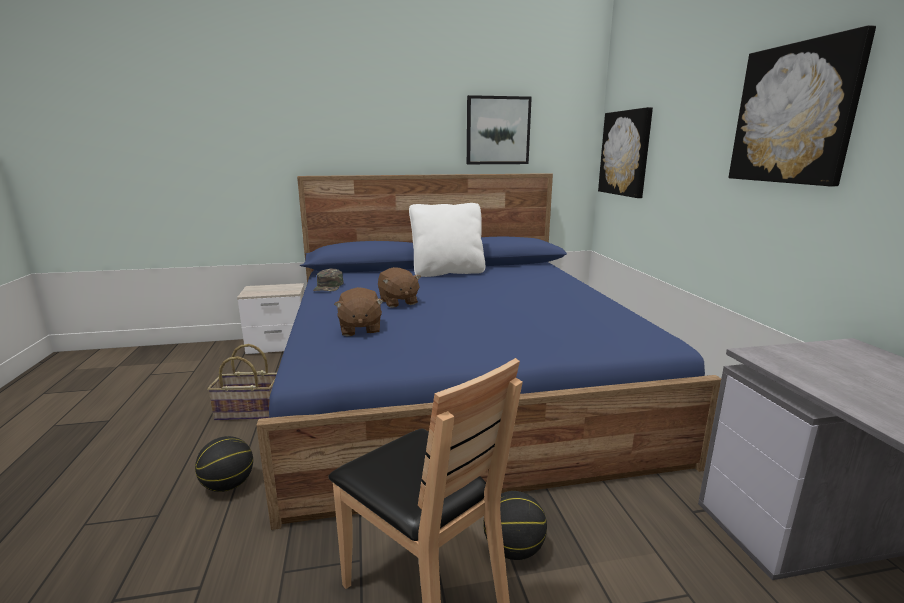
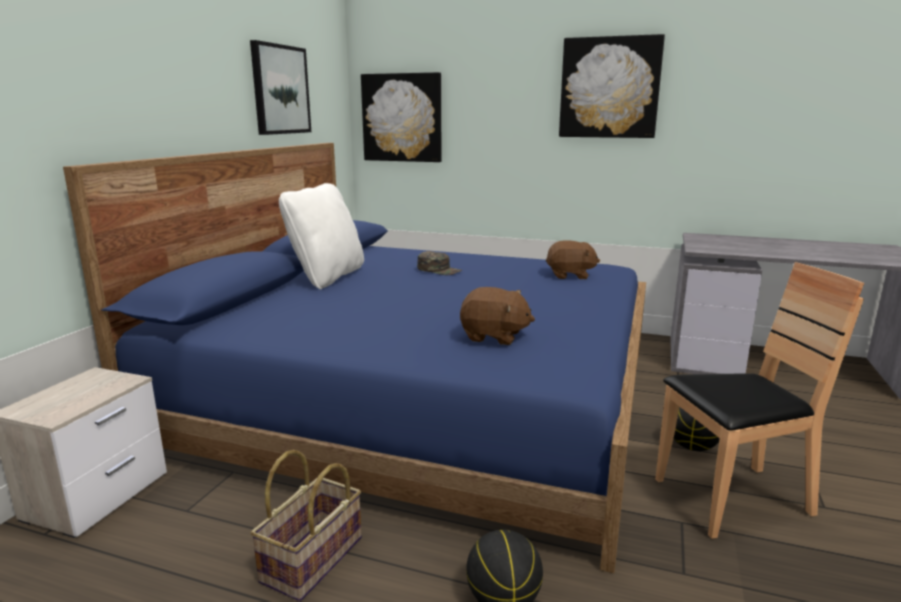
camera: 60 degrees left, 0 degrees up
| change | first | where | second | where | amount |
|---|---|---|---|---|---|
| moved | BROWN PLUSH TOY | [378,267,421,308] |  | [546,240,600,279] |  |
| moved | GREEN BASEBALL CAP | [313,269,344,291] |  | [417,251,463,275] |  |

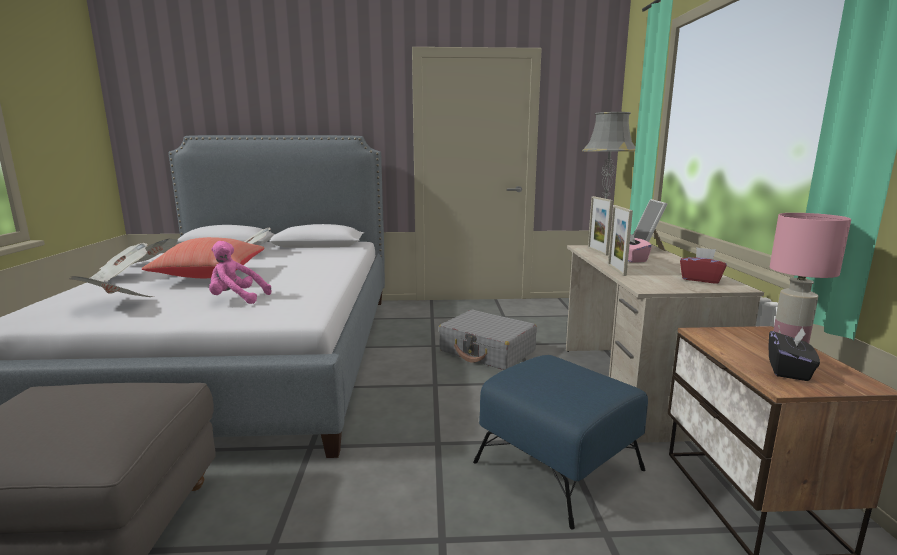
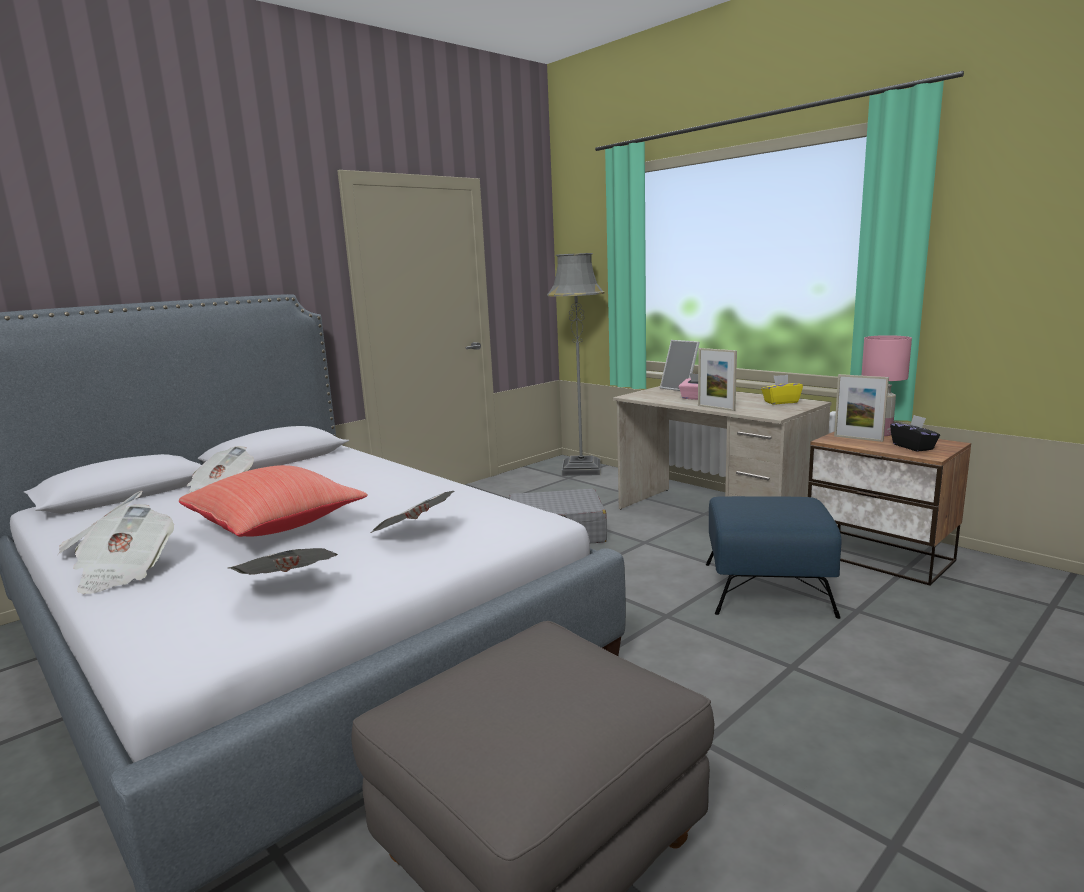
camera: 40 degrees left, 0 degrees up
| change | first | where | second | where | amount |
|---|---|---|---|---|---|
| moved | PHOTO FRAME | [588,196,613,256] |  | [834,374,889,442] |  |
| replaced | PINKISH PLUSH TOY | [209,241,272,304] | PRINTED PAPER | [370,491,454,533] |  |
| recoloured | REDDISH BOX OF TISSUES | [680,247,727,284] | YELLOWISH BOX OF TISSUES | [761,375,803,404] |  |

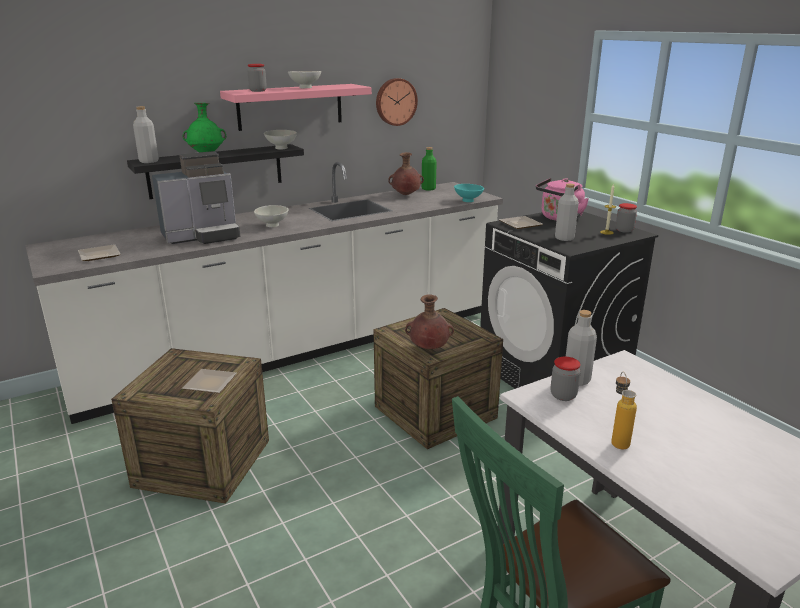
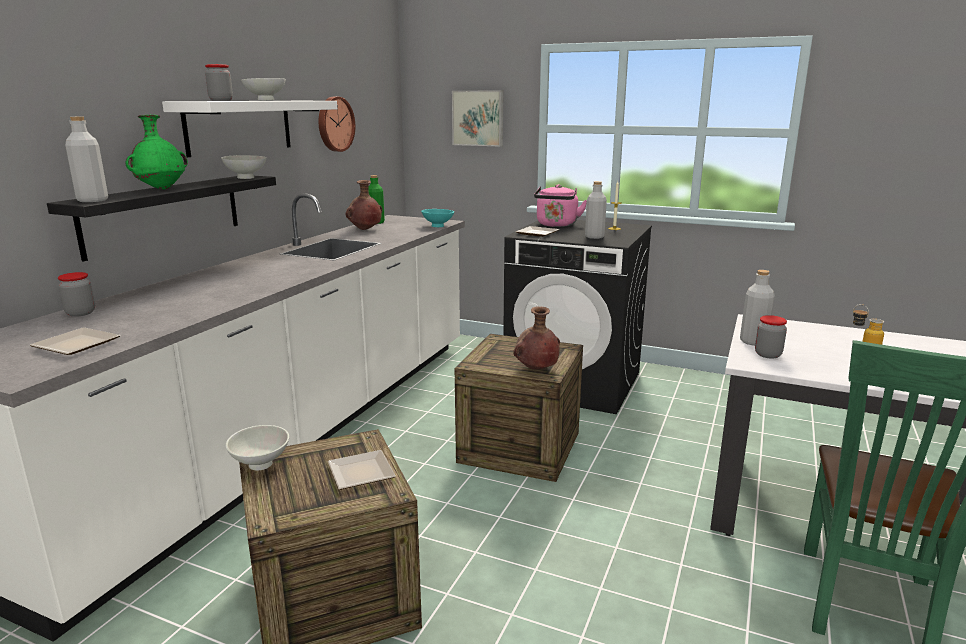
camera: 35 degrees left, 5 degrees down
| change | first | where | second | where | amount |
|---|---|---|---|---|---|
| recoloured | PINKISH SHELF | [220,84,372,131] | WHITE SHELF | [162,101,337,157] |  |
| removed | COFFEE MAKER | [152,151,240,244] |  |  |  |
| moved | STORAGE JAR | [616,203,637,233] |  | [58,272,95,317] |  |
| moved | WHITE SERVING BOWL | [254,205,289,227] |  | [226,425,289,470] |  |
| added |  |  | WALL ART | [452,91,503,147] |  |

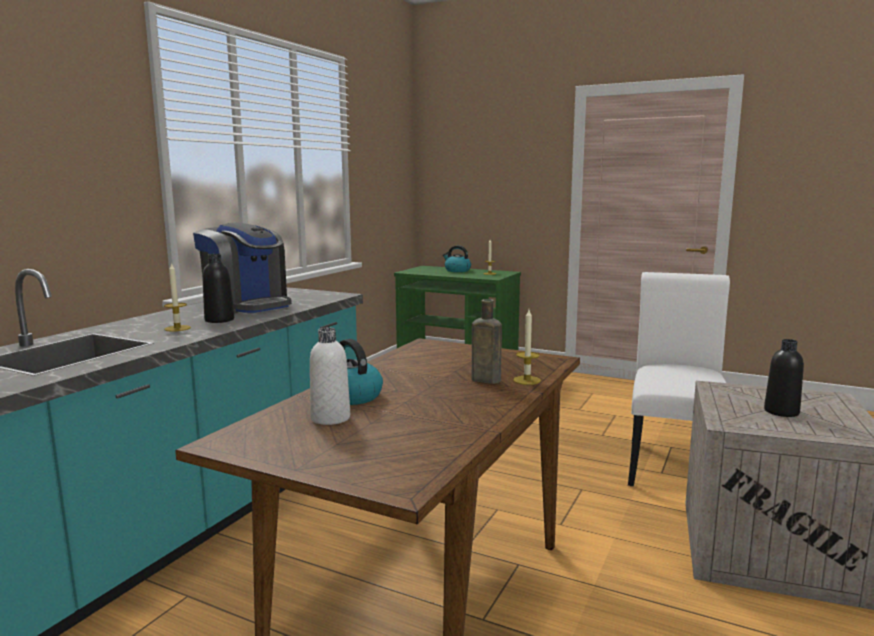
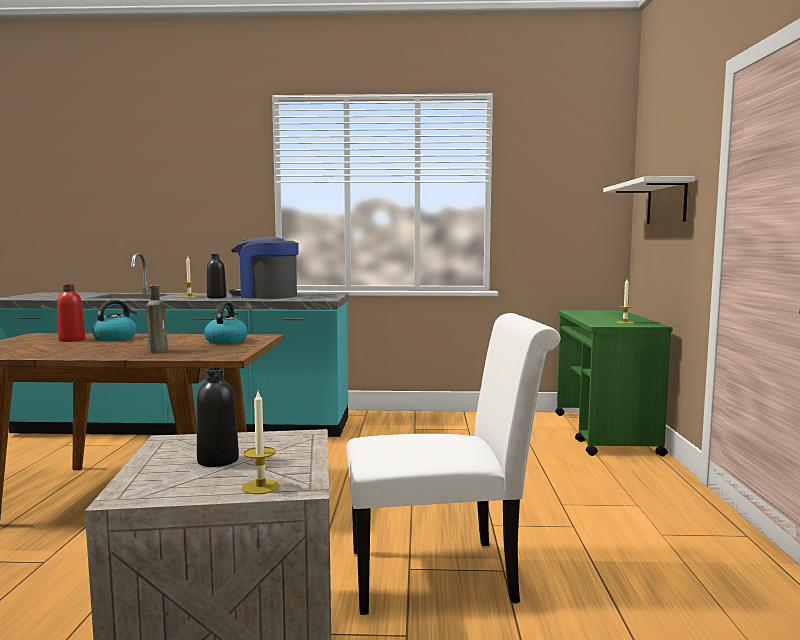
camera: 65 degrees right, 5 degrees down
| change | first | where | second | where | amount |
|---|---|---|---|---|---|
| turned | COFFEE MAKER | [193,223,292,313] |  | [229,237,299,299] | 90 degrees clockwise |
| moved | WATER KETTLE | [443,245,471,272] |  | [204,302,248,344] |  |
| moved | WAX LIGHT | [513,310,541,385] |  | [242,391,279,495] |  |
| recoloured | WHITE DRINK BOTTLE | [310,328,350,425] | REDDISH DRINK BOTTLE | [57,284,85,342] |  |
| added |  |  | WHITE SHELF | [603,176,695,224] |  |

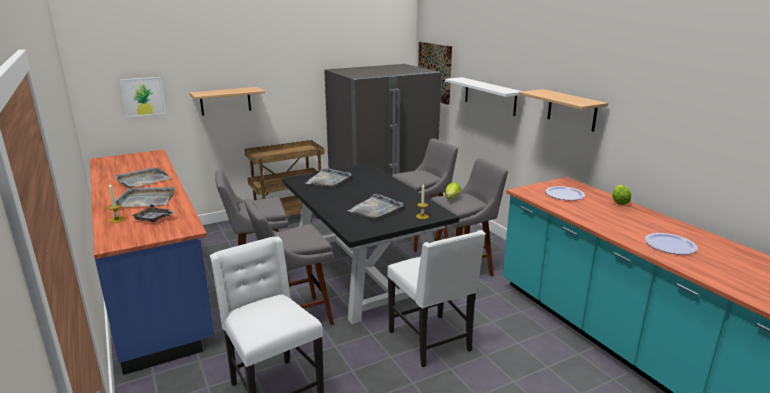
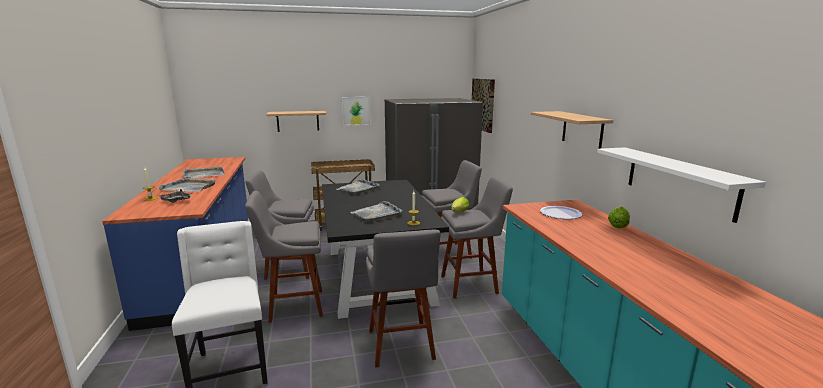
camera: 15 degrees right, 5 degrees down
| change | first | where | second | where | amount |
|---|---|---|---|---|---|
| moved | WALL ART | [120,77,166,117] |  | [342,97,371,126] |  |
| moved | WHITE SHELF | [445,77,523,116] |  | [597,147,766,223] |  |
| replaced | WHITE CHAIR | [387,230,486,367] | GREY STOOL | [366,230,440,368] |  |
| removed | DINNER PLATE | [645,233,698,255] |  |  |  |

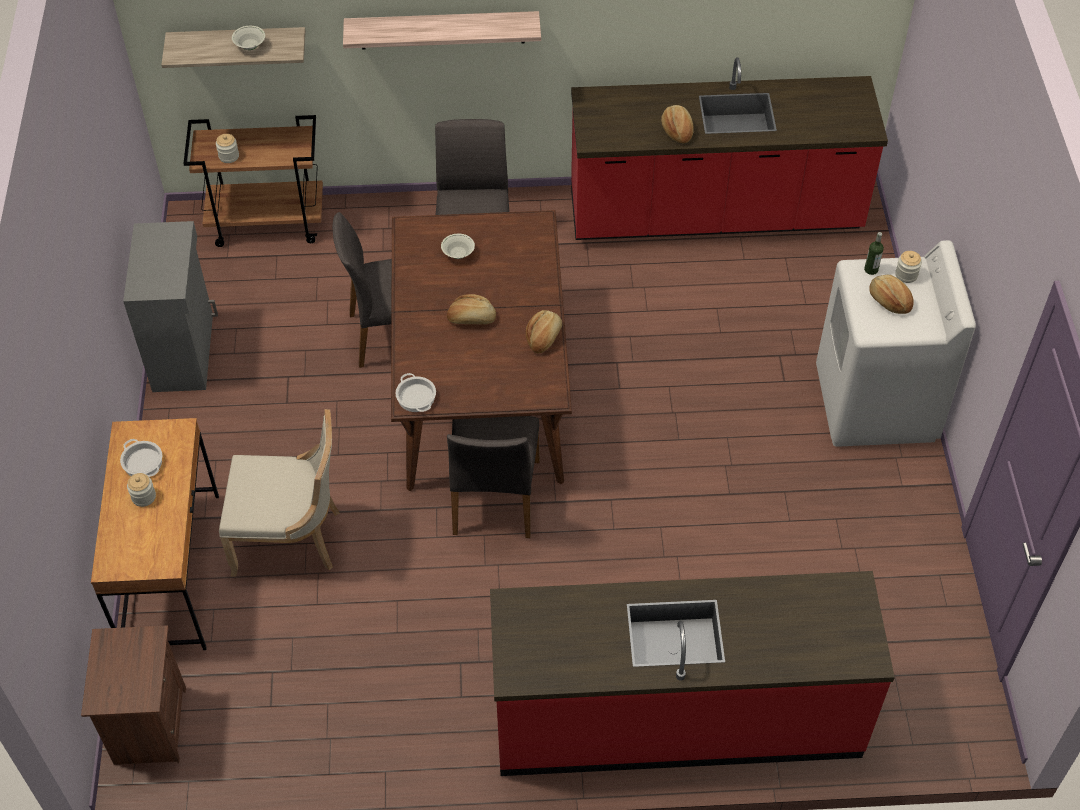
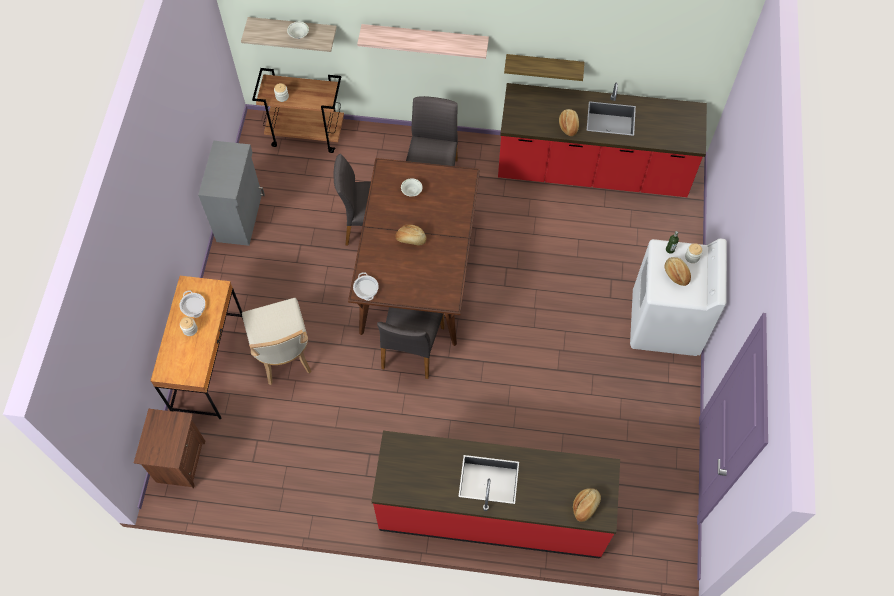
camera: 10 degrees right, 10 degrees up
| change | first | where | second | where | amount |
|---|---|---|---|---|---|
| moved | BREAD | [526,310,562,354] |  | [573,488,601,522] |  |
| turned | BEIGE-COLOURED CHAIR | [219,409,340,577] |  | [242,298,312,385] | 60 degrees clockwise |
| added |  |  | SHELF | [504,54,585,81] |  |

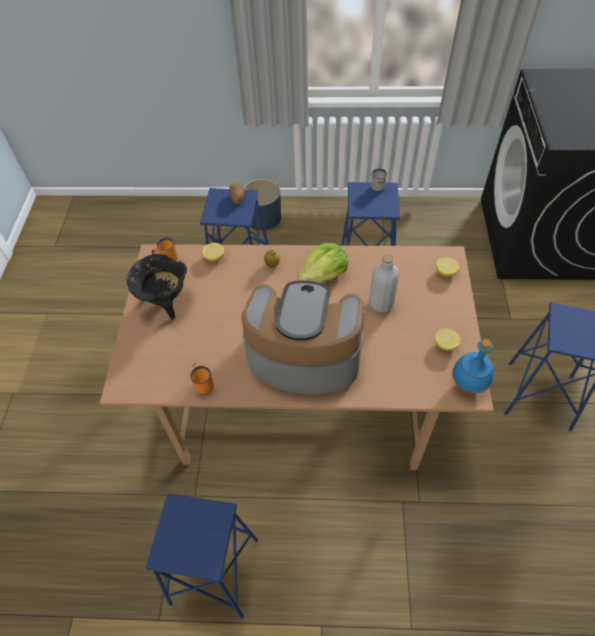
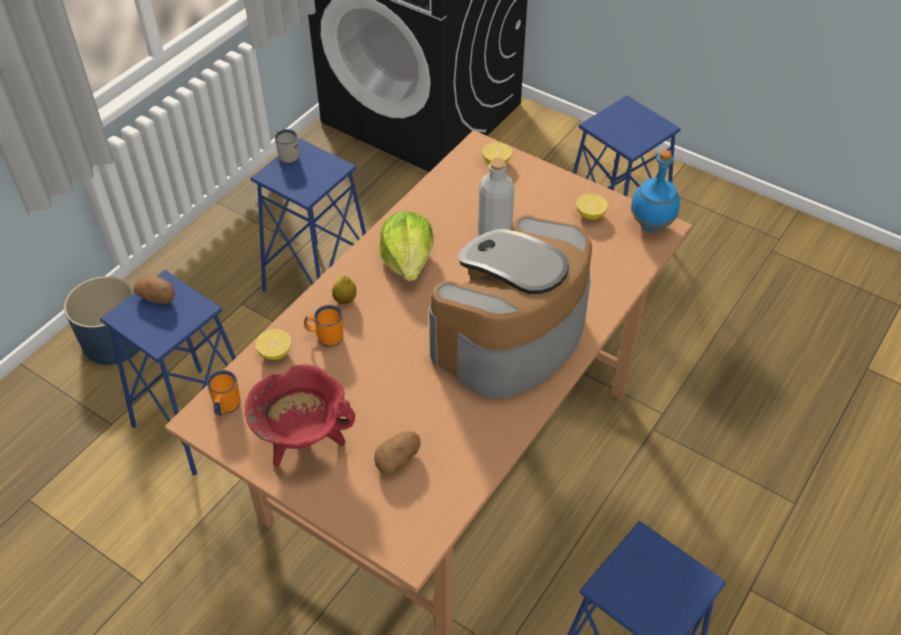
camera: 60 degrees left, 5 degrees down
| change | first | where | second | where | amount |
|---|---|---|---|---|---|
| recoloured | BLACK STOCKPOT | [127,254,187,320] | REDDISH STOCKPOT | [245,364,355,467] |  |
| moved | ORANGEY MUG | [190,364,214,395] |  | [304,305,343,346] |  |
| added |  |  | WHOLE POTATO | [374,431,420,475] |  |

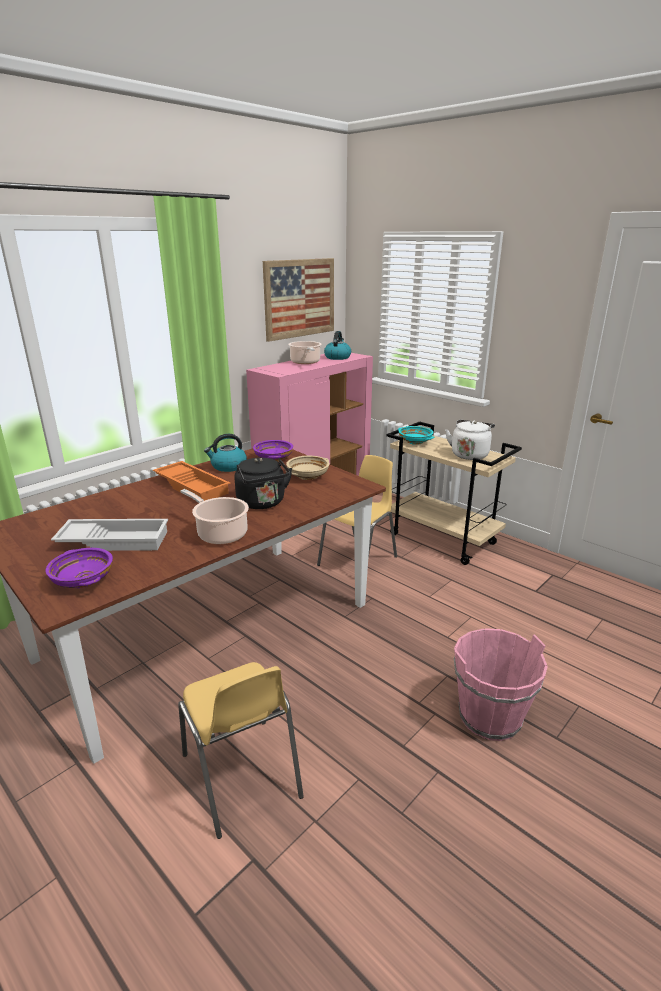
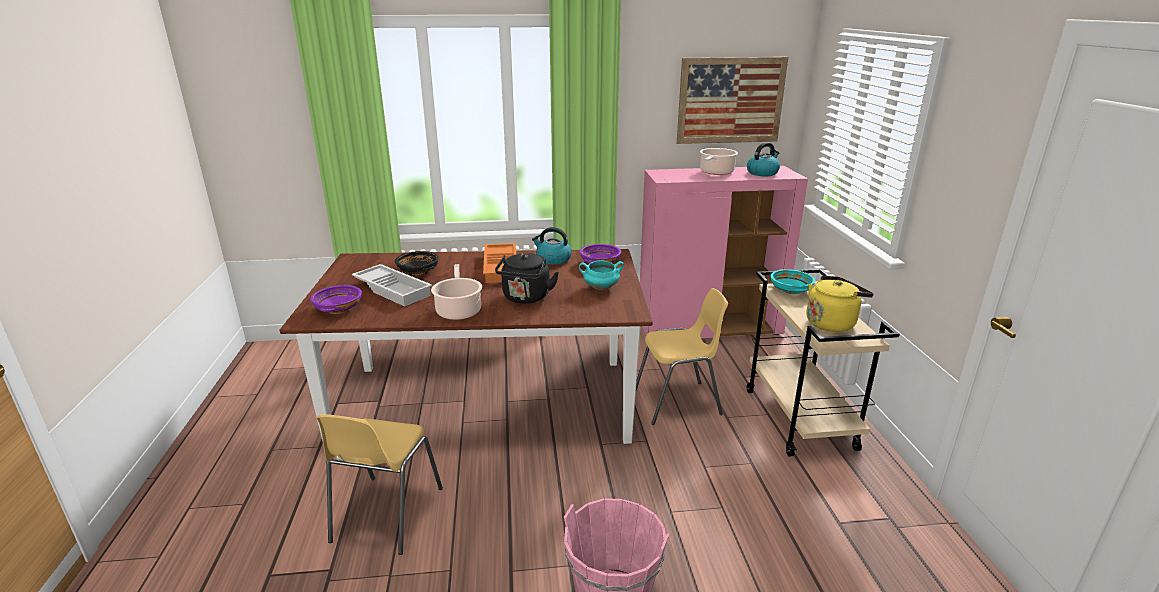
camera: 40 degrees right, 0 degrees up
| change | first | where | second | where | amount |
|---|---|---|---|---|---|
| recoloured | WHITE WATER KETTLE | [445,420,495,460] | YELLOWISH WATER KETTLE | [806,276,874,332] |  |
| replaced | BEIGE-COLOURED SERVING BOWL | [286,456,330,480] | BLUE-GREEN STOCKPOT | [579,260,624,290] |  |
| added |  |  | BLACK SERVING BOWL | [395,251,439,275] |  |

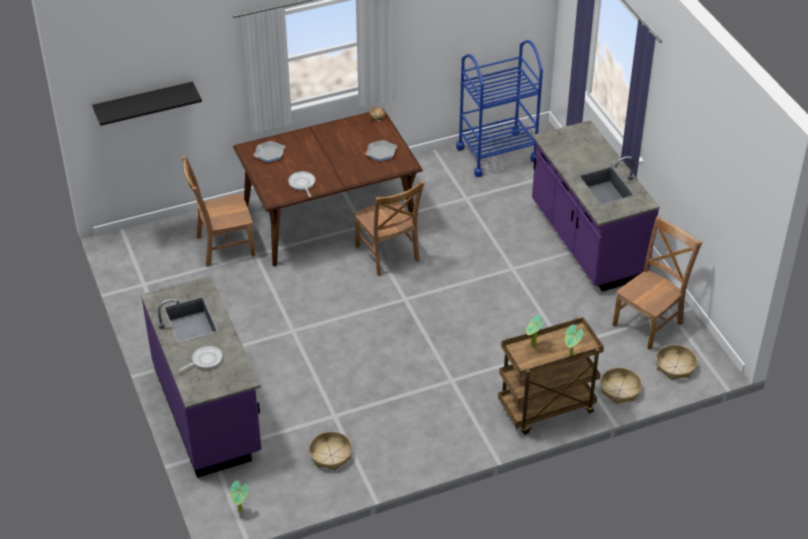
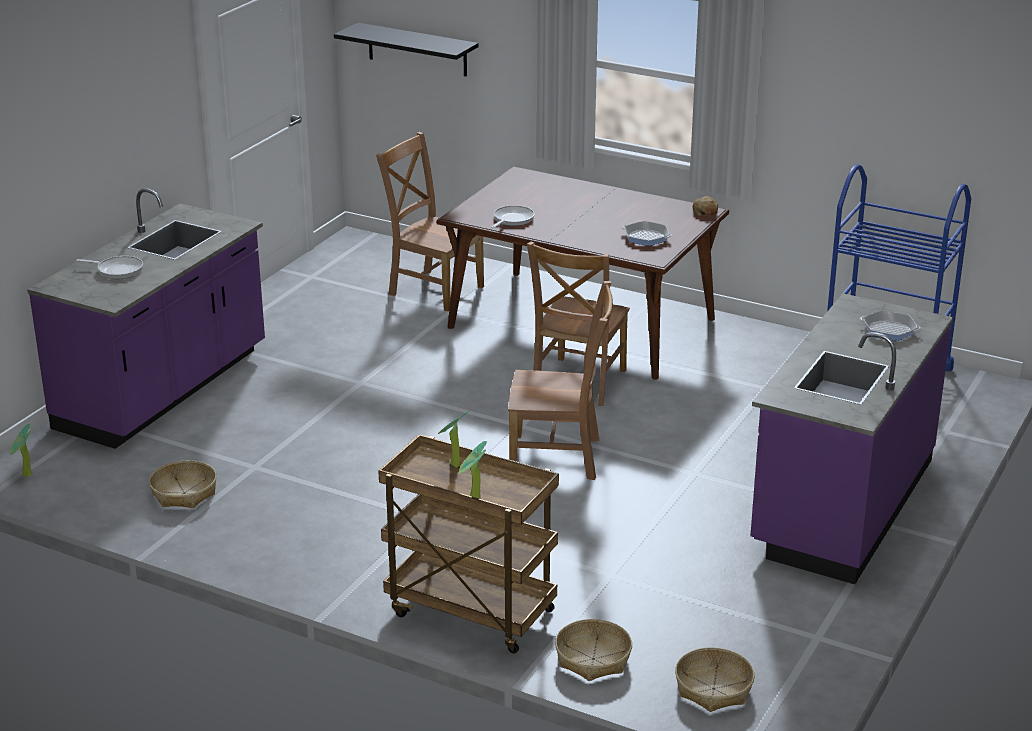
camera: 50 degrees right, 15 degrees down
| change | first | where | second | where | amount |
|---|---|---|---|---|---|
| moved | FRYING PAN | [253,141,286,162] |  | [860,310,921,341] |  |
| moved | BROWN CHAIR | [613,216,702,350] |  | [508,281,613,480] |  |

